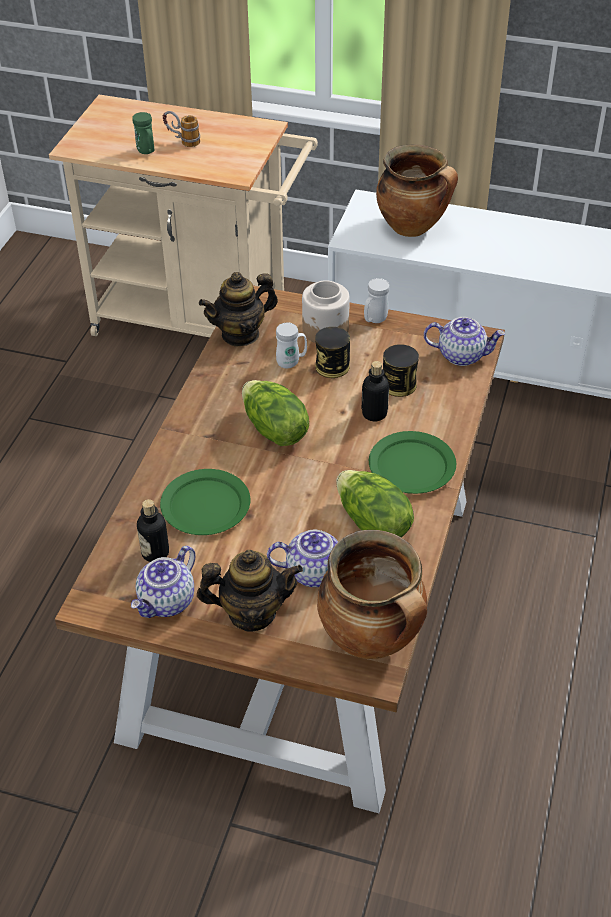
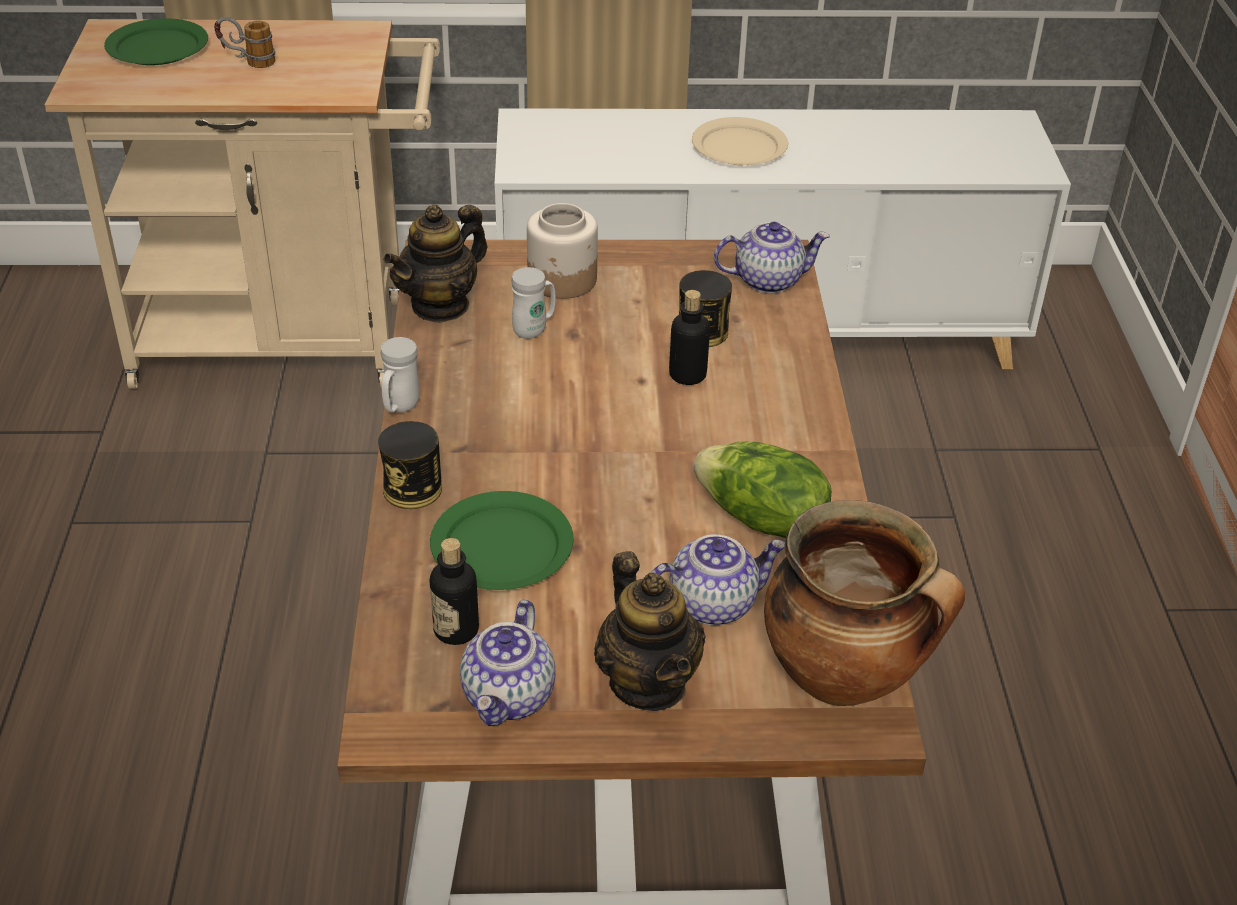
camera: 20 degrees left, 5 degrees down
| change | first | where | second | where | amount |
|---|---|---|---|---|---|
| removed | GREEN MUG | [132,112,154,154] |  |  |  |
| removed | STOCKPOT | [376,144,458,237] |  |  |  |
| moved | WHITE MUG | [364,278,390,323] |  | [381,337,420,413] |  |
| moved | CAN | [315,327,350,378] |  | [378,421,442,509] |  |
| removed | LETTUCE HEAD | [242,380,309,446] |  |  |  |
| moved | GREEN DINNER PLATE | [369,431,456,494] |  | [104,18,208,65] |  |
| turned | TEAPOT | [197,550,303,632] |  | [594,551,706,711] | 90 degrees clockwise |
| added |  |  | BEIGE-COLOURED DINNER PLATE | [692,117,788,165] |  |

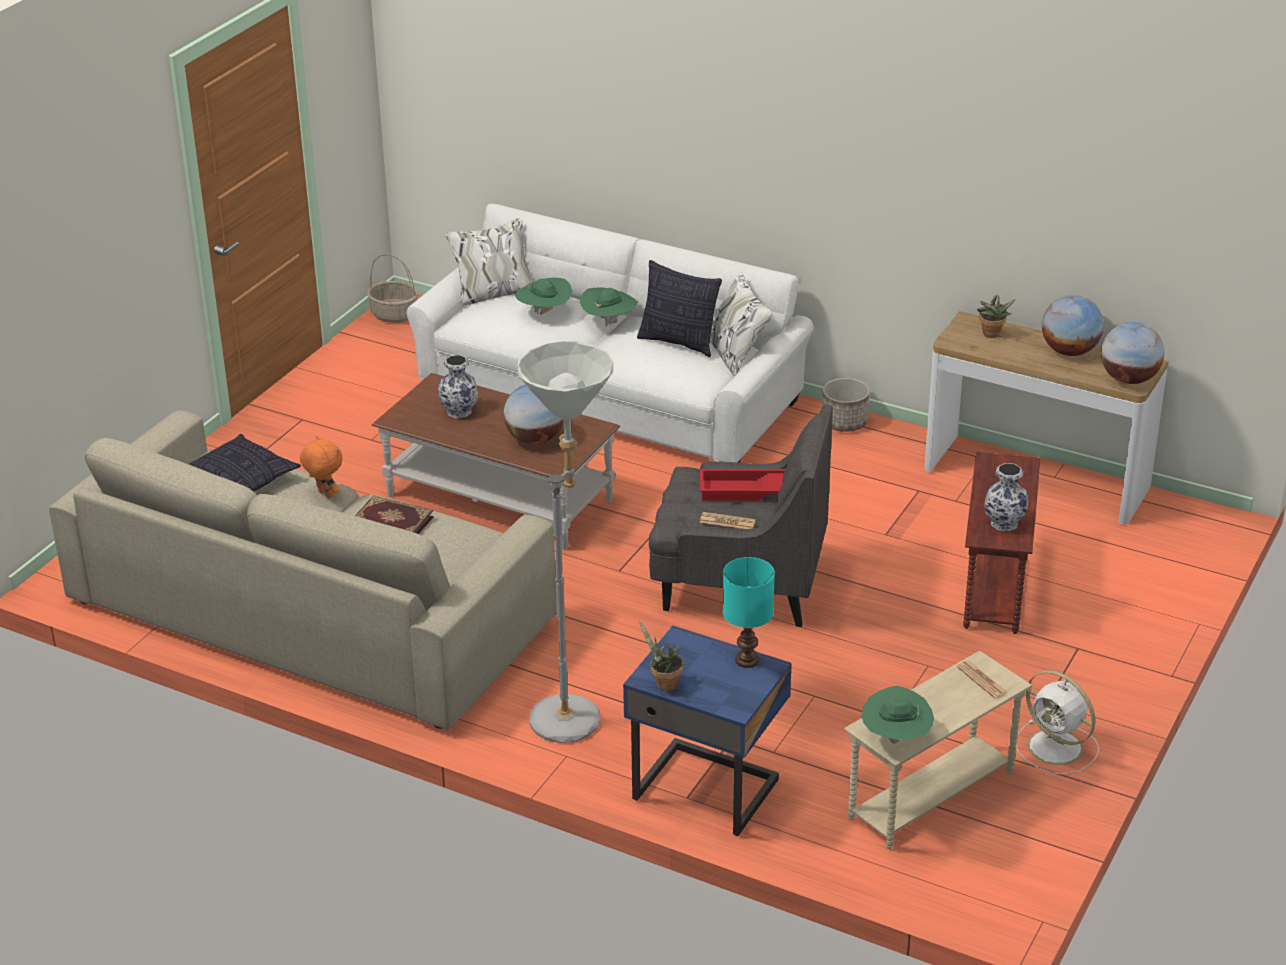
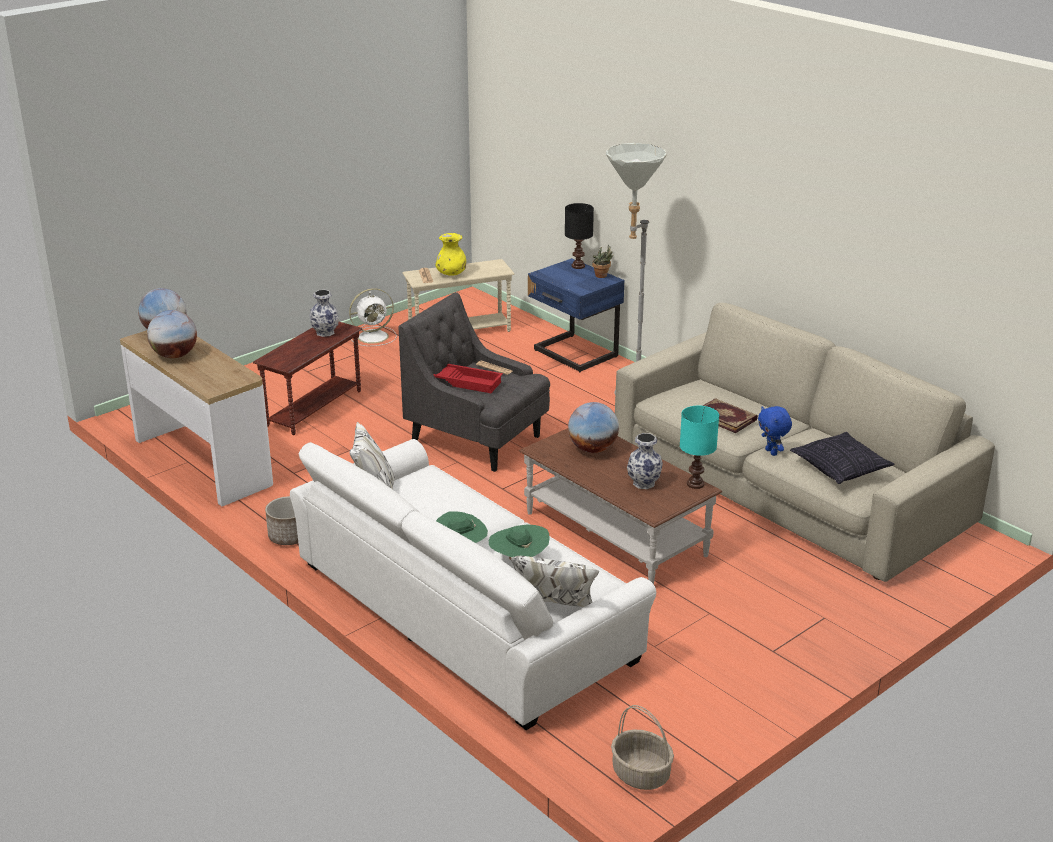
camera: 160 degrees left, 5 degrees down
| change | first | where | second | where | amount |
|---|---|---|---|---|---|
| removed | PILLOW | [637,260,722,357] |  |  |  |
| removed | HOUSEPLANT | [977,295,1015,338] |  |  |  |
| recoloured | ORANGEY PLUSH TOY | [300,435,343,498] | BLUE-COLOURED PLUSH TOY | [758,406,792,456] |  |
| moved | BLUE-GREEN TABLE LAMP | [723,557,775,668] |  | [680,406,719,489] |  |
| turned | WHITE COOLING FAN | [1016,670,1099,775] |  | [349,288,397,346] | 90 degrees clockwise |
| removed | GREEN CLOTHING HAT | [861,686,934,744] |  |  |  |
| added |  |  | BLACK TABLE LAMP | [565,203,594,269] |  |
| added |  |  | YELLOWISH FLOWER VASE | [435,233,466,275] |  |

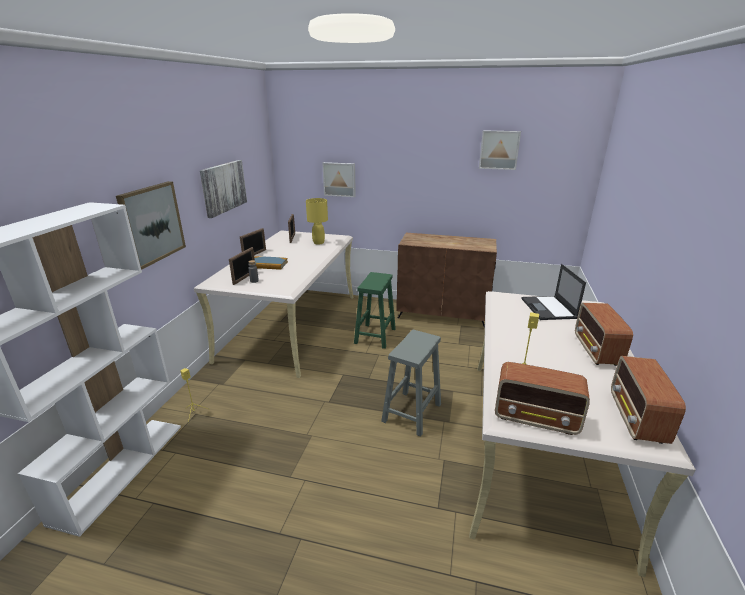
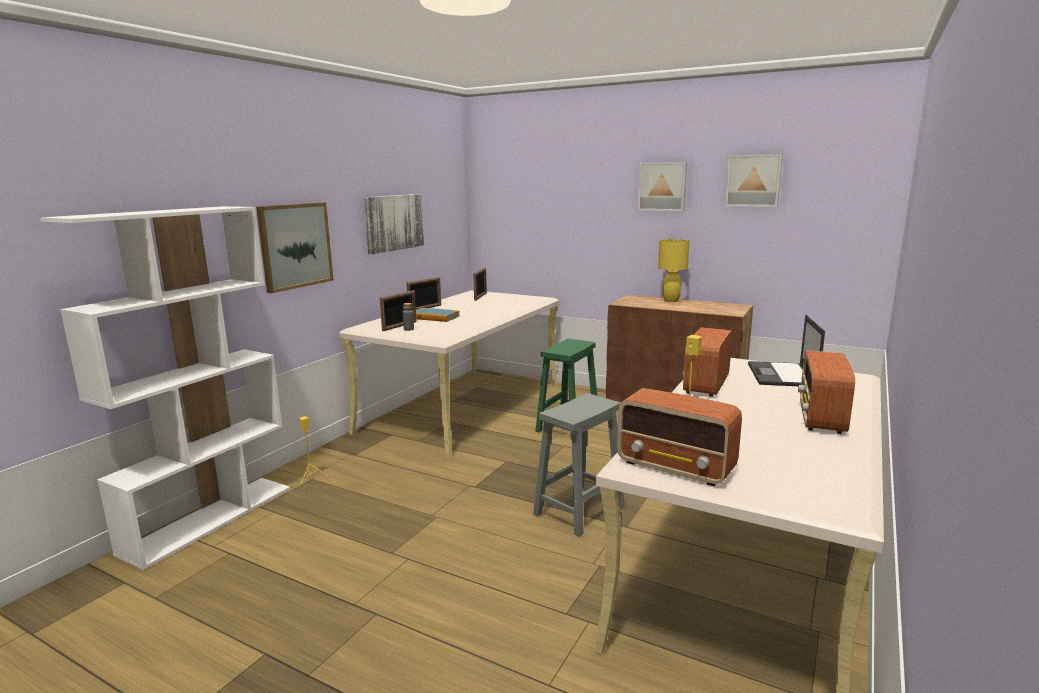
camera: 15 degrees right, 10 degrees down
| change | first | where | second | where | amount |
|---|---|---|---|---|---|
| moved | WALL ART | [322,162,356,197] |  | [638,162,687,211] |  |
| moved | YELLOWISH TABLE LAMP | [306,198,328,245] |  | [658,239,689,302] |  |
| moved | RADIO | [611,356,686,444] |  | [683,328,732,397] |  |

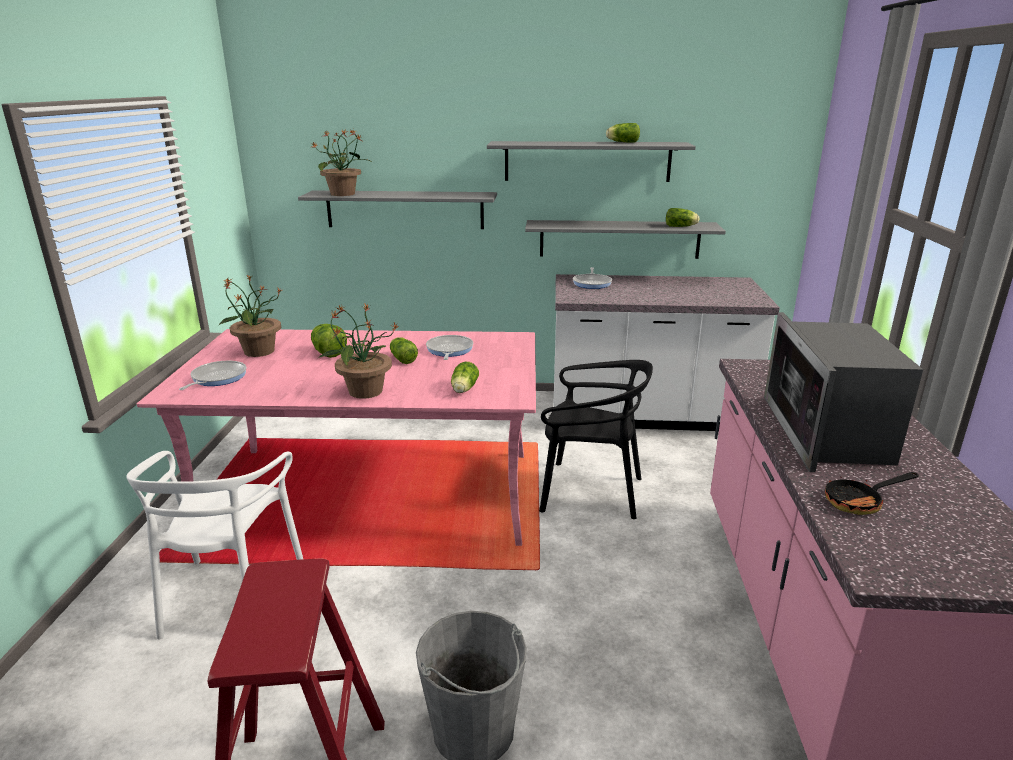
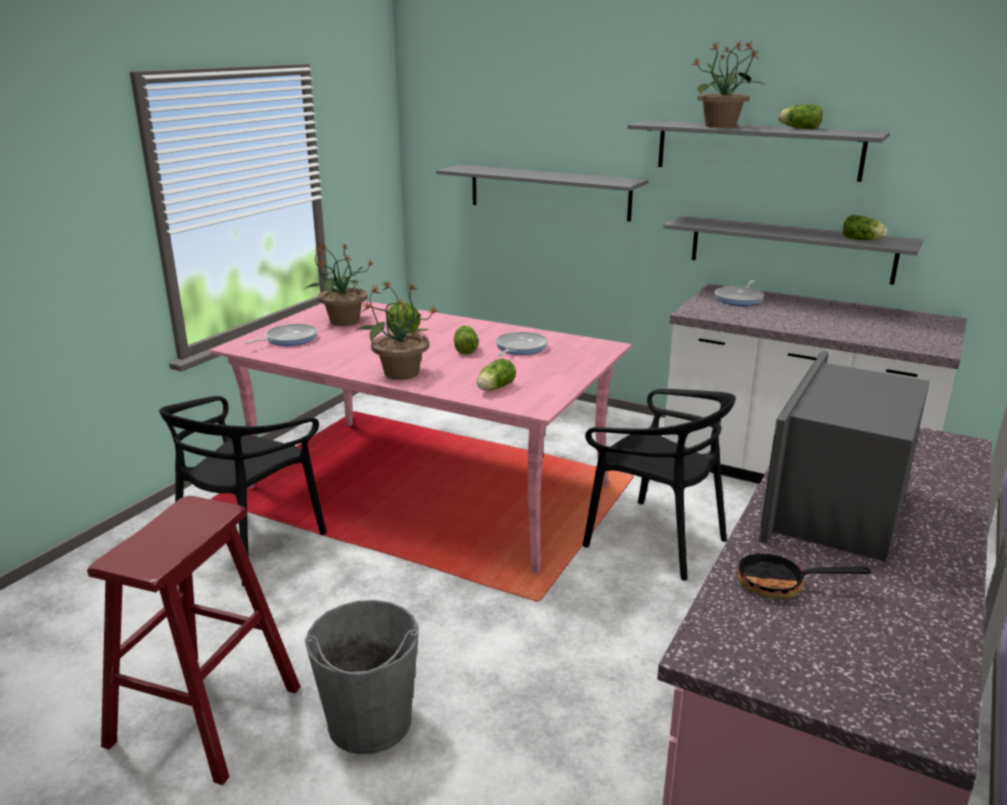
camera: 25 degrees right, 0 degrees up
| change | first | where | second | where | amount |
|---|---|---|---|---|---|
| moved | HOUSEPLANT | [312,129,370,196] |  | [691,41,765,128] |  |
| recoloured | WHITE CHAIR | [126,451,303,640] | BLACK CHAIR | [159,396,327,587] |  |

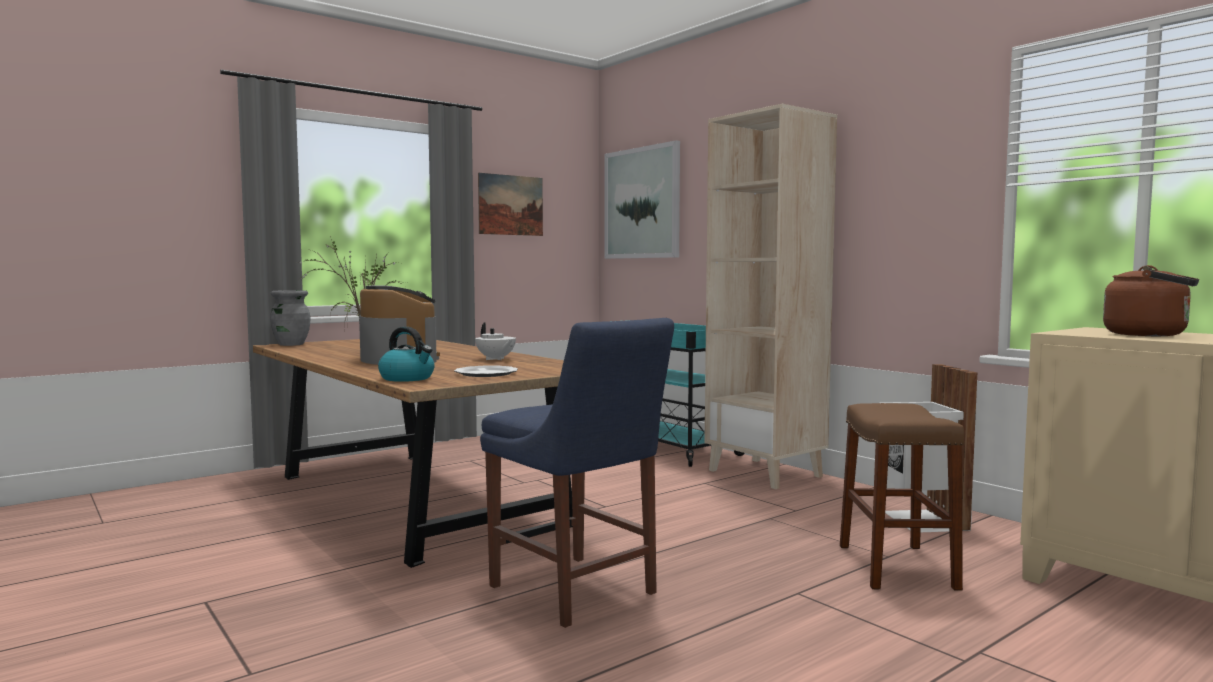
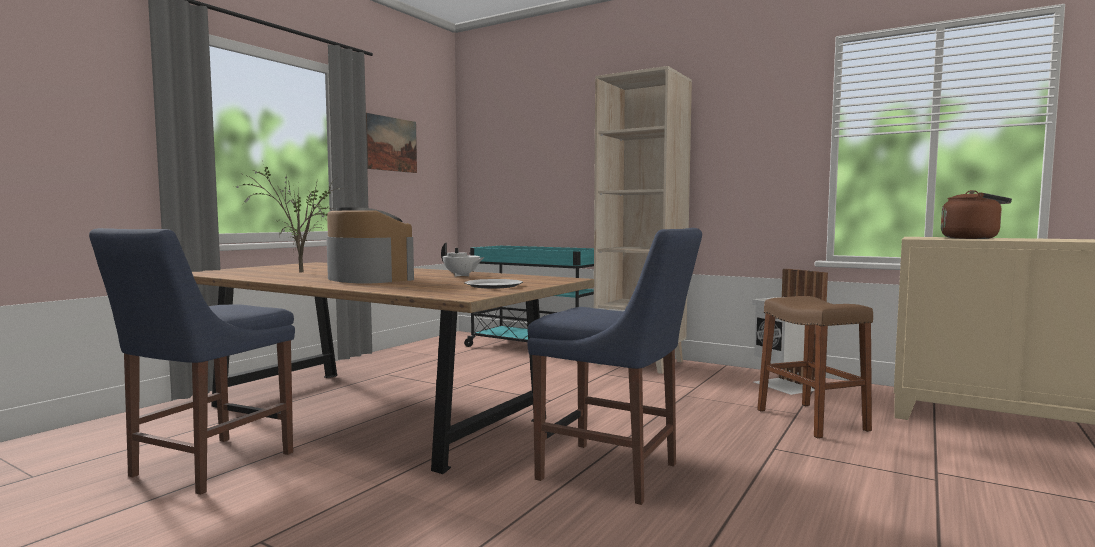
camera: 20 degrees left, 0 degrees up
| change | first | where | second | where | amount |
|---|---|---|---|---|---|
| removed | WALL ART | [604,140,680,259] |  |  |  |
| removed | GREY FLOWER VASE | [270,290,311,346] |  |  |  |
| removed | WATER KETTLE | [378,327,435,382] |  |  |  |
| added |  |  | BLUE-COLOURED CHAIR | [89,228,295,495] |  |

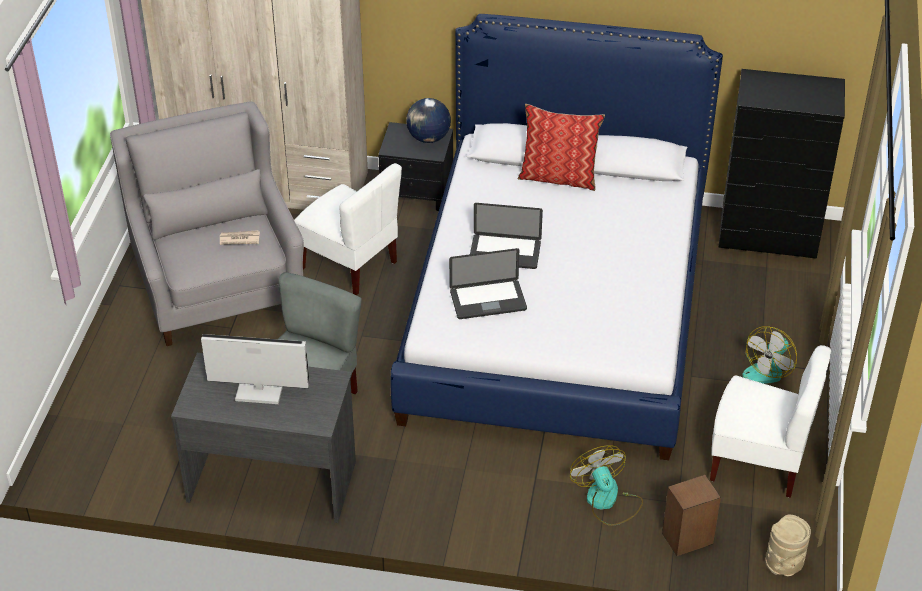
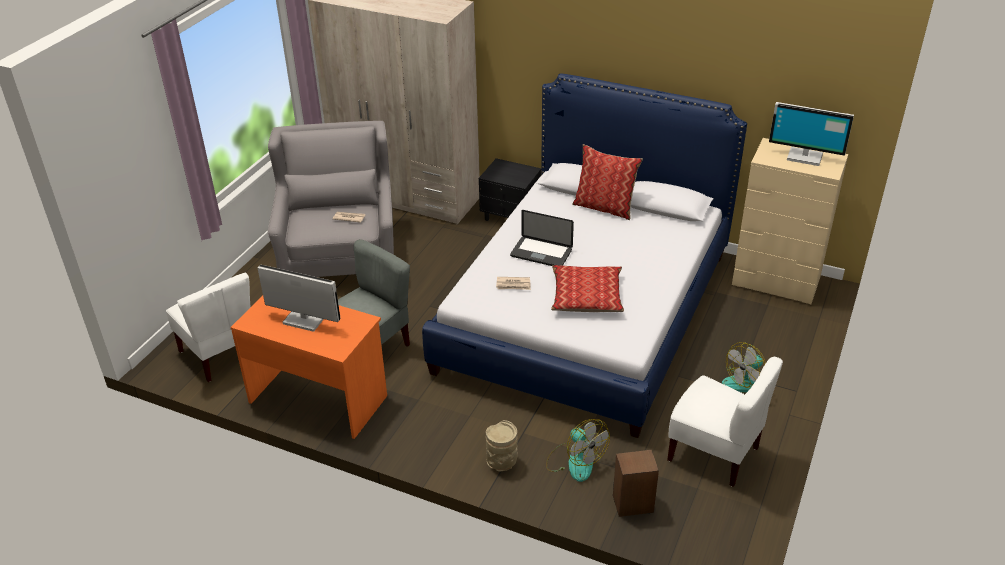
camera: 15 degrees right, 5 degrees down
| change | first | where | second | where | amount |
|---|---|---|---|---|---|
| recoloured | BLACK DRESSER | [719,69,845,258] | BEIGE-COLOURED DRESSER | [732,138,848,304] |  |
| removed | GLOBE | [406,98,451,143] |  |  |  |
| moved | WHITE CHAIR | [294,163,402,295] |  | [166,273,250,382] |  |
| replaced | NOTEBOOK COMPUTER | [449,248,527,319] | PRINTED PAPER | [496,277,531,290] |  |
| recoloured | GREY DESK UNIT | [171,353,356,523] | ORANGEY DESK UNIT | [230,296,387,439] |  |
| turned | COOLING FAN | [570,445,643,526] |  | [546,419,610,482] | 150 degrees clockwise |
| moved | BEIGE-COLOURED FLOWER VASE | [765,515,811,576] |  | [486,420,518,472] |  |
| added |  |  | MONITOR | [769,102,854,166] |  |
| added |  |  | PILLOW | [551,265,624,312] |  |

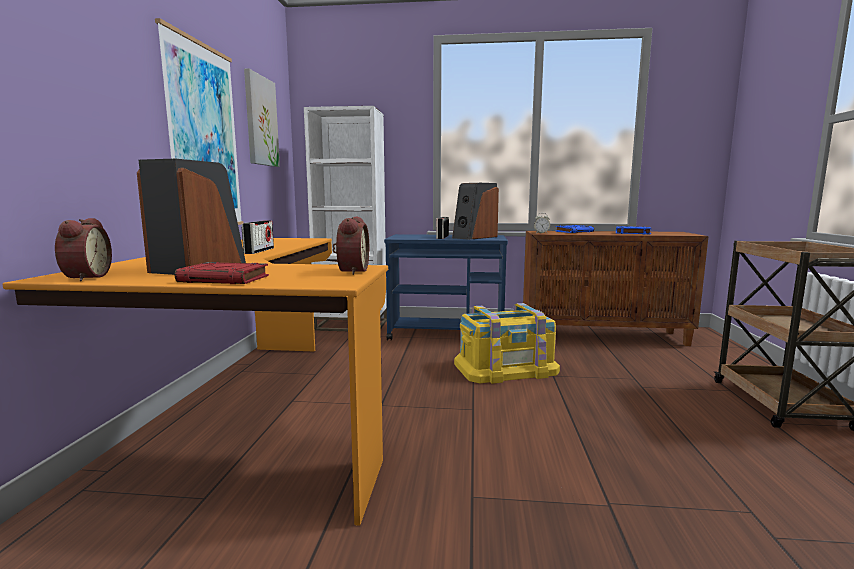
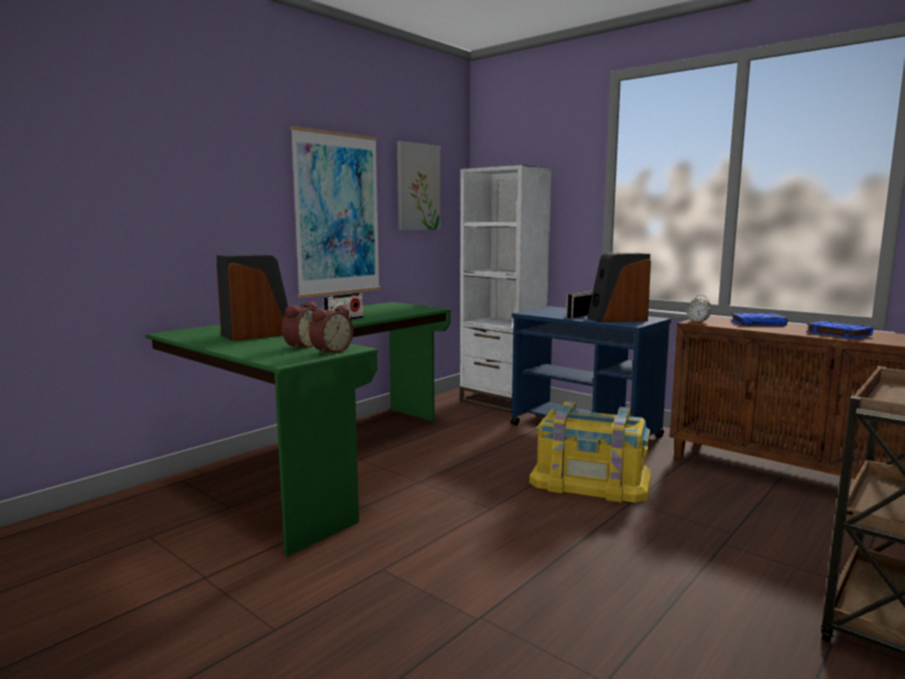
camera: 35 degrees right, 0 degrees up
| change | first | where | second | where | amount |
|---|---|---|---|---|---|
| moved | ALARM CLOCK | [55,218,112,281] |  | [282,301,317,350] |  |
| recoloured | ORANGEY DESK UNIT | [2,238,388,526] | GREEN DESK UNIT | [146,302,451,556] |  |
| removed | REDDISH VOLUME | [175,262,269,284] |  |  |  |

